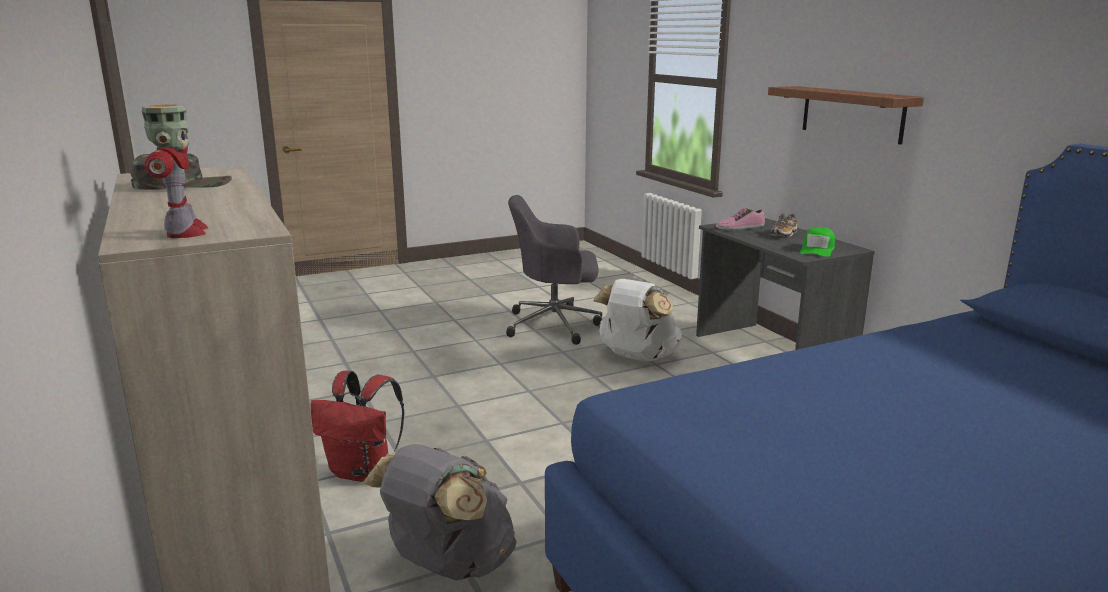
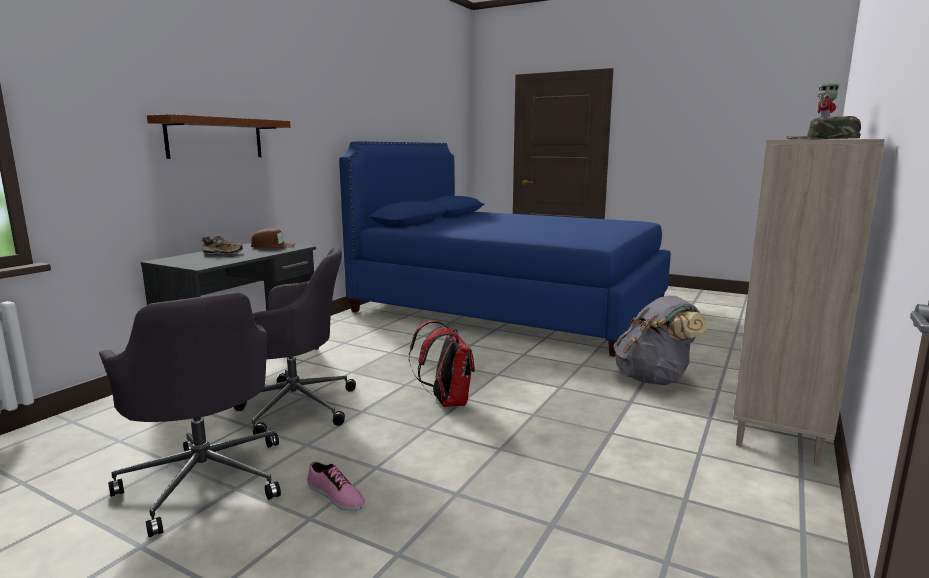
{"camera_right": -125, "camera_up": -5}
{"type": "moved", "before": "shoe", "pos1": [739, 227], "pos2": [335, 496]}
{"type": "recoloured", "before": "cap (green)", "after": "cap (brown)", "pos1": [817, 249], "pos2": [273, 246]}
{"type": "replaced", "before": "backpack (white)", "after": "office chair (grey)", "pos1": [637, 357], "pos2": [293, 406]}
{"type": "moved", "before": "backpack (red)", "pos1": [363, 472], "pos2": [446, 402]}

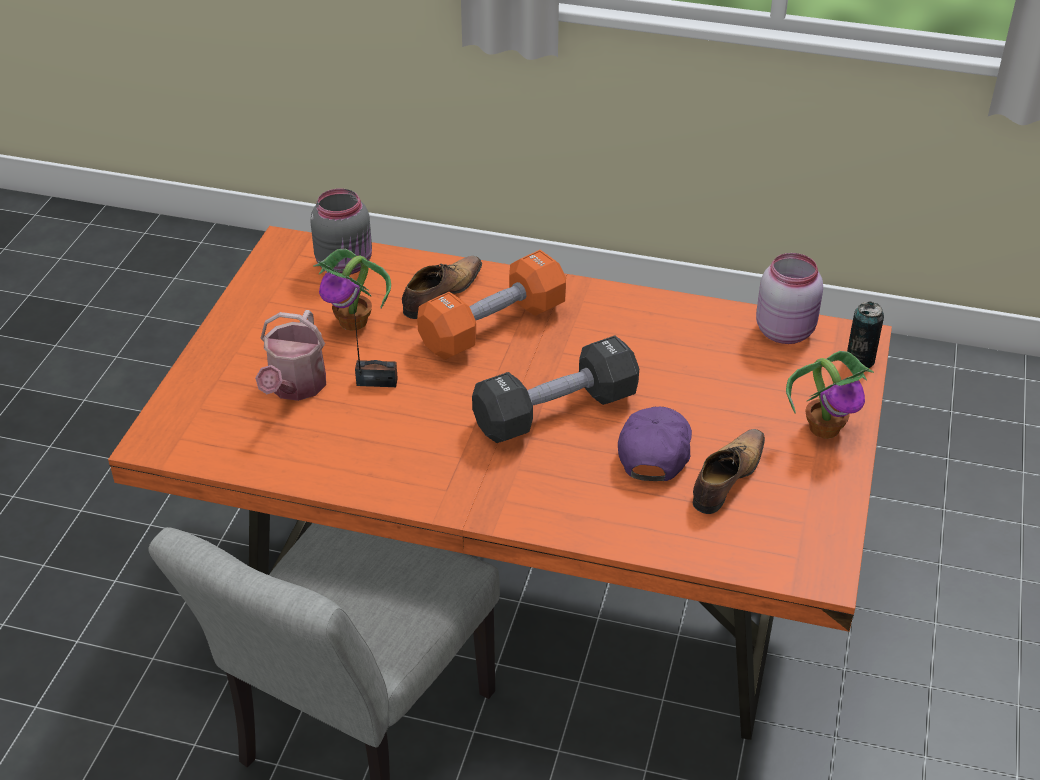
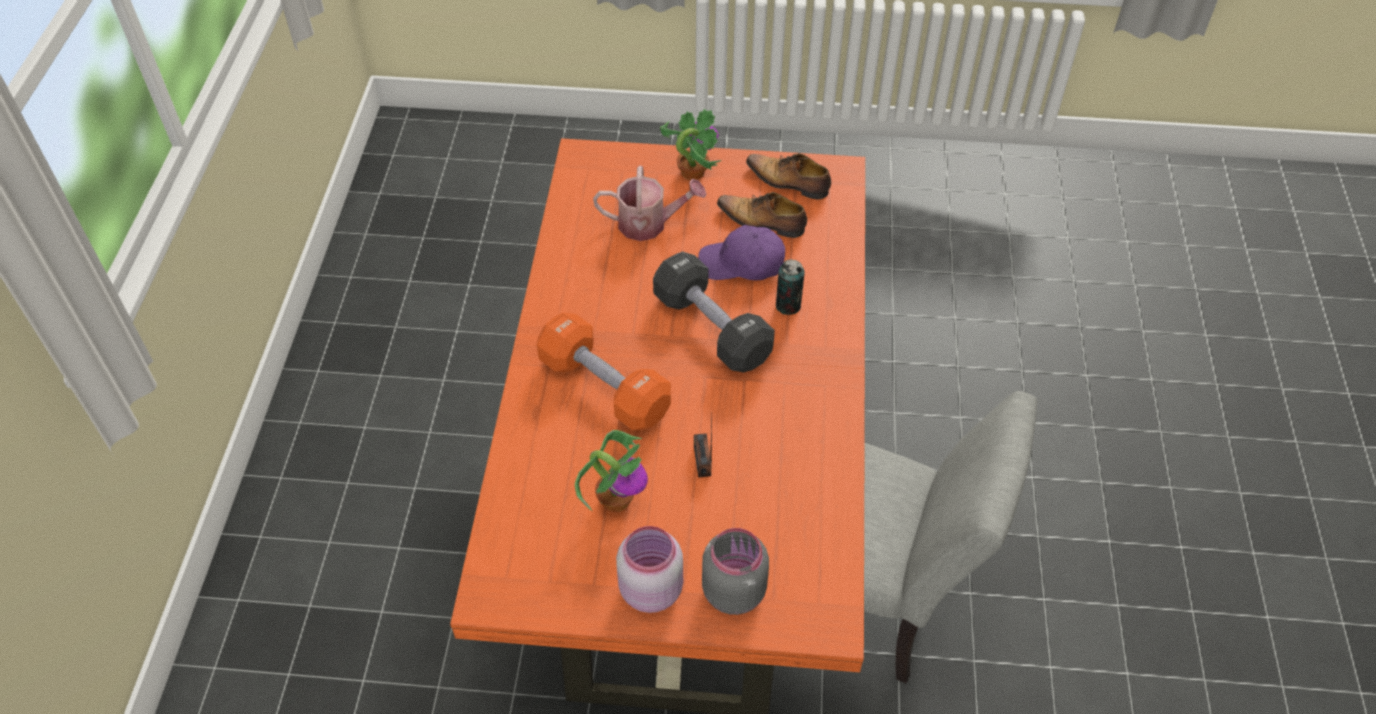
{"camera_right": -100, "camera_up": 10}
{"type": "moved", "before": "jar (grey)", "pos1": [346, 264], "pos2": [733, 590]}
{"type": "moved", "before": "jar (pink)", "pos1": [786, 331], "pos2": [649, 588]}
{"type": "moved", "before": "shoe", "pos1": [440, 294], "pos2": [788, 182]}
{"type": "moved", "before": "can", "pos1": [860, 360], "pos2": [788, 305]}
{"type": "moved", "before": "watering can", "pos1": [295, 387], "pos2": [649, 224]}

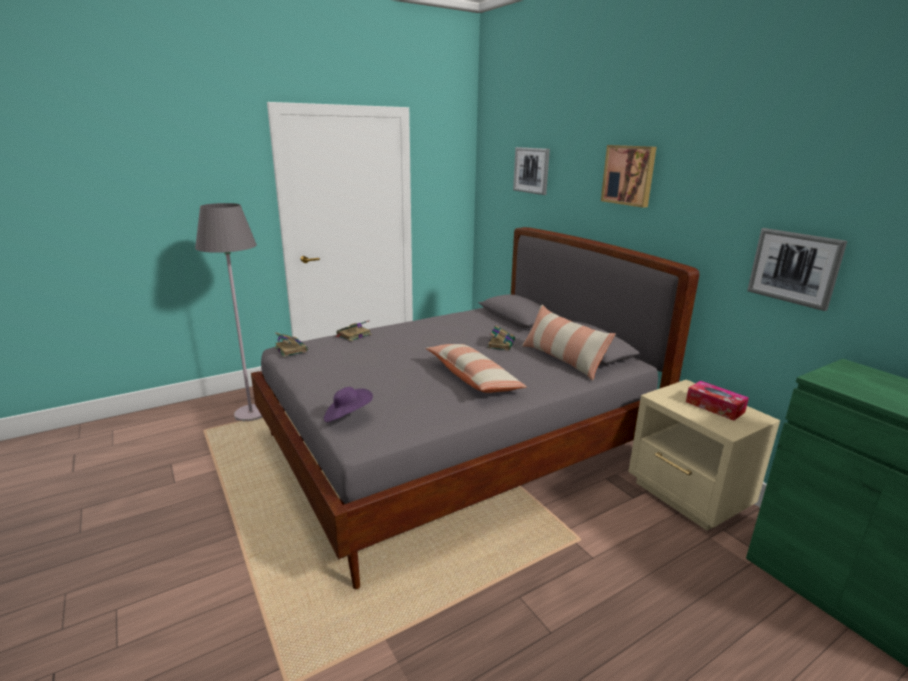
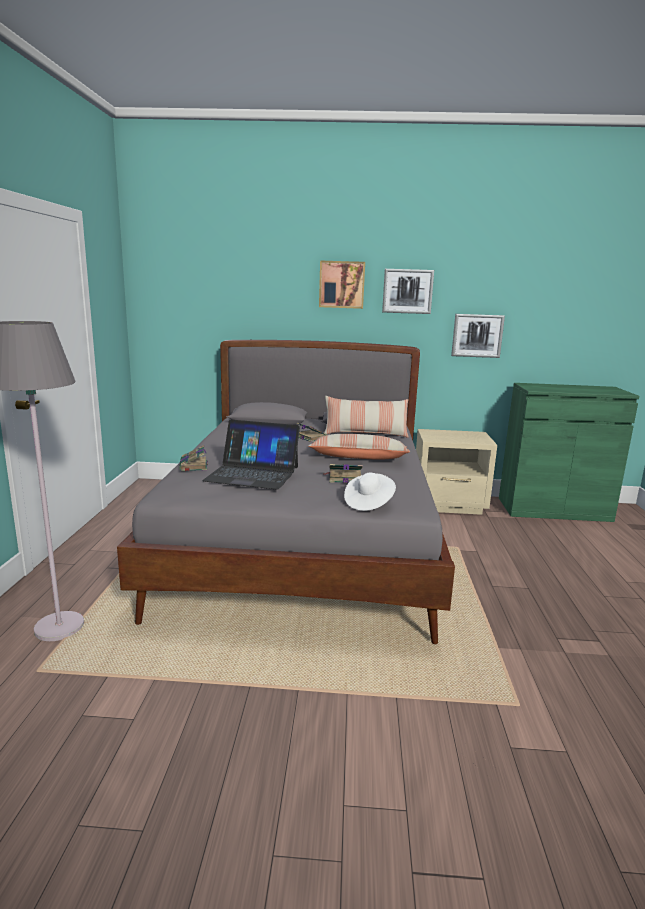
{"camera_right": -55, "camera_up": -5}
{"type": "moved", "before": "picture", "pos1": [531, 170], "pos2": [407, 291]}
{"type": "moved", "before": "book", "pos1": [290, 349], "pos2": [344, 478]}
{"type": "removed", "before": "tissue box", "pos1": [714, 407]}
{"type": "recoloured", "before": "hat (purple)", "after": "hat (white)", "pos1": [347, 416], "pos2": [368, 503]}
{"type": "added", "after": "laptop", "pos2": [252, 474]}

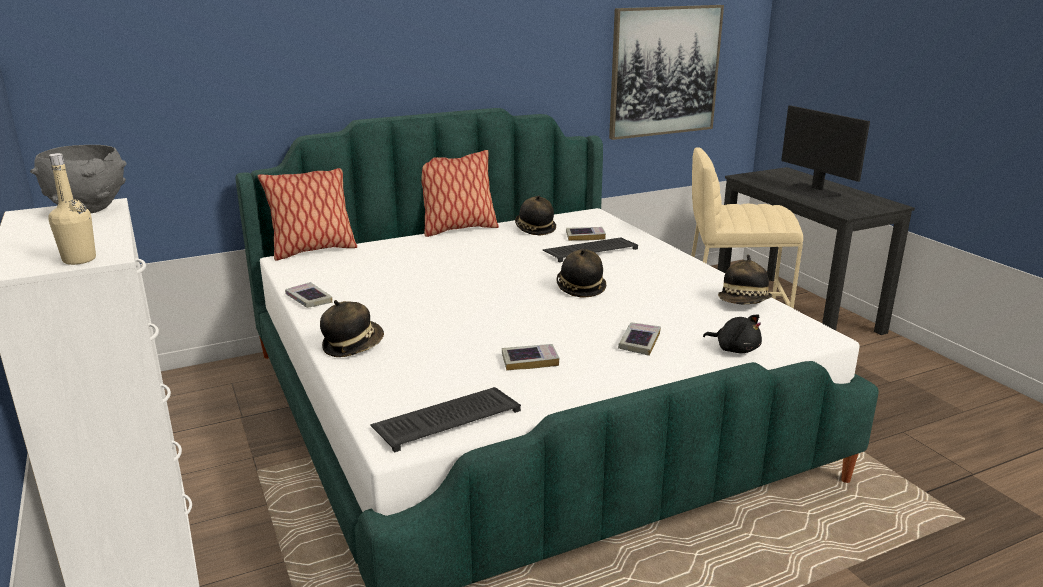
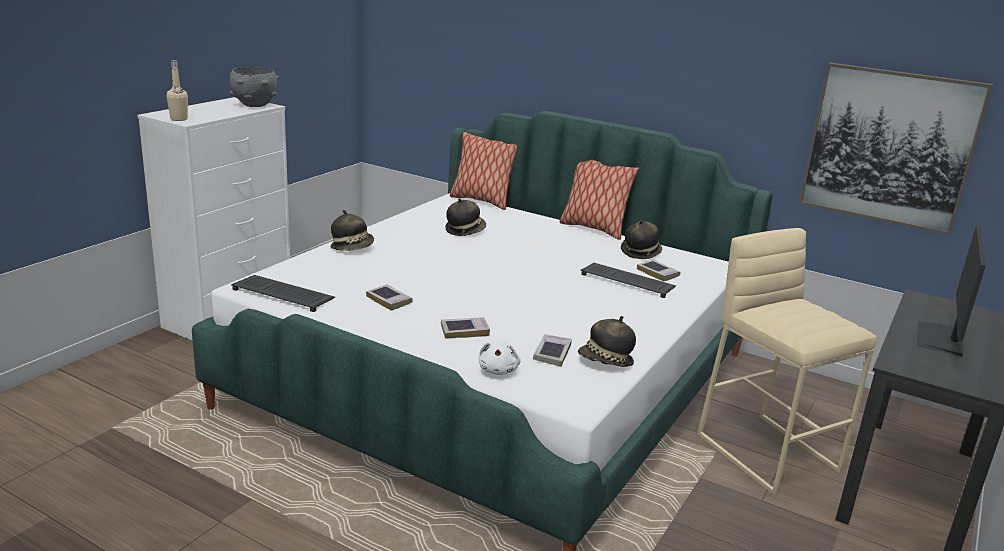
{"camera_right": 55, "camera_up": 0}
{"type": "moved", "before": "hat", "pos1": [580, 288], "pos2": [465, 230]}
{"type": "moved", "before": "book", "pos1": [309, 299], "pos2": [552, 353]}
{"type": "recoloured", "before": "plush toy (black)", "after": "plush toy (white)", "pos1": [735, 349], "pos2": [498, 370]}

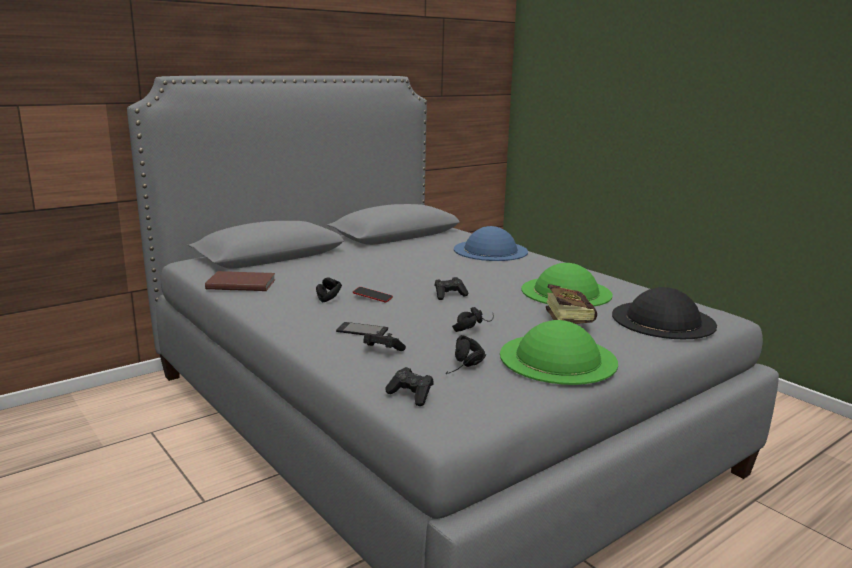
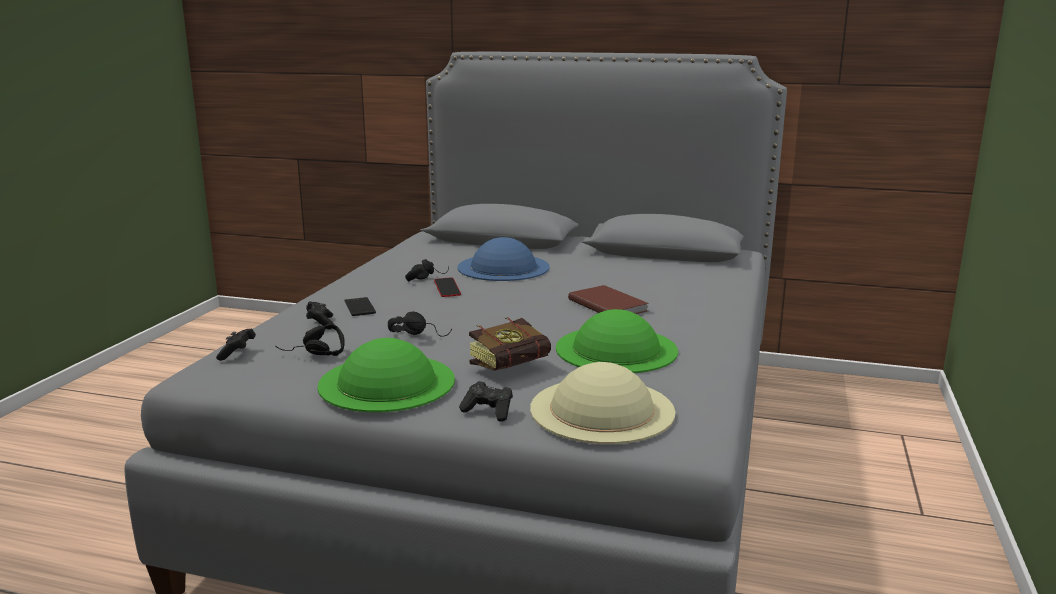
{"camera_right": 55, "camera_up": 0}
{"type": "moved", "before": "hat (blue)", "pos1": [490, 250], "pos2": [503, 267]}
{"type": "moved", "before": "book (brown)", "pos1": [241, 284], "pos2": [608, 305]}
{"type": "moved", "before": "game controller (black)", "pos1": [449, 295], "pos2": [489, 411]}
{"type": "recoloured", "before": "hat (black)", "after": "hat (beige)", "pos1": [663, 319], "pos2": [602, 409]}

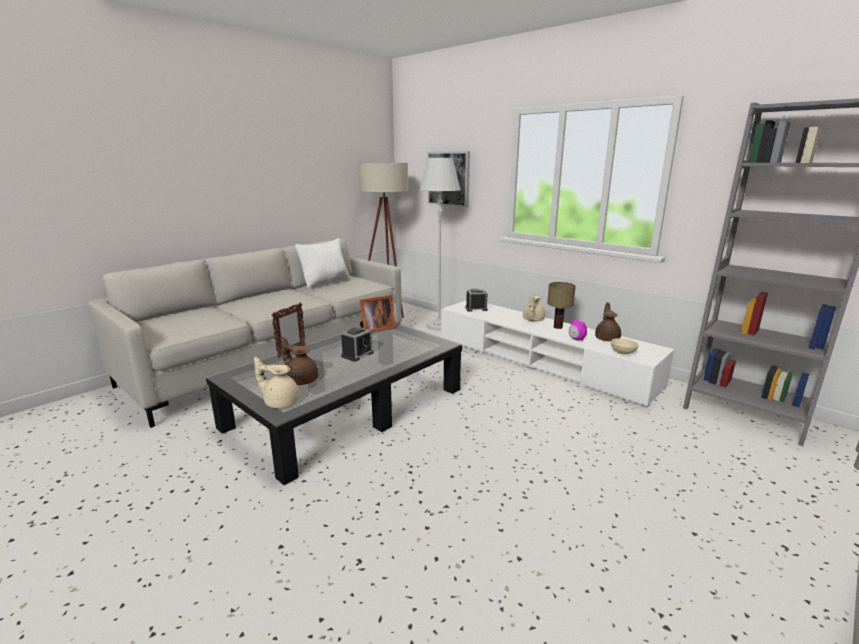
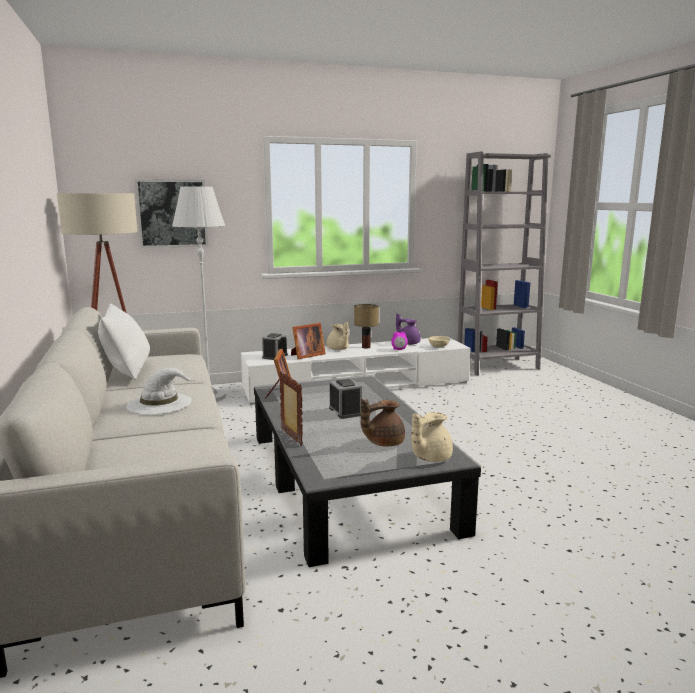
{"camera_right": -60, "camera_up": -5}
{"type": "recoloured", "before": "teapot (brown)", "after": "teapot (purple)", "pos1": [607, 338], "pos2": [408, 343]}
{"type": "added", "after": "picture frame", "pos2": [306, 355]}
{"type": "added", "after": "hat (white)", "pos2": [160, 403]}

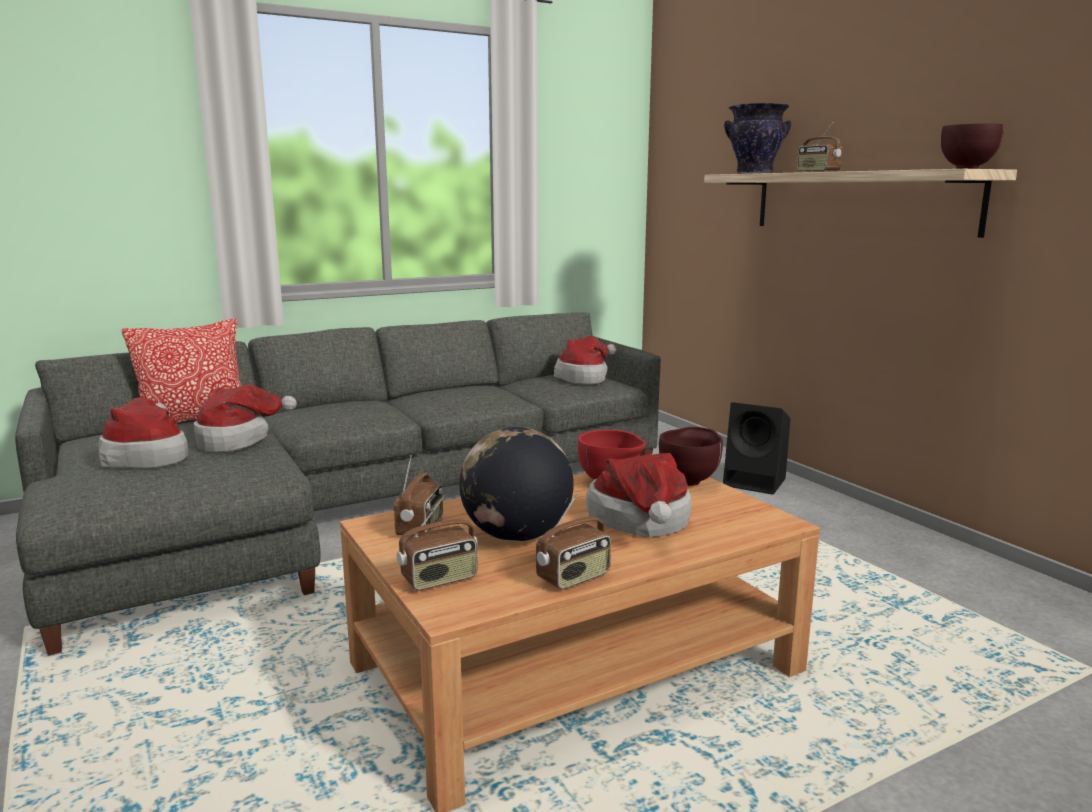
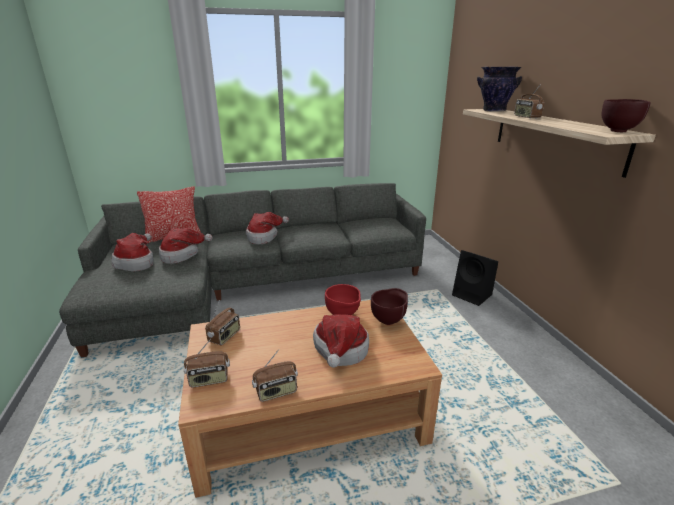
{"camera_right": 15, "camera_up": 10}
{"type": "moved", "before": "hat", "pos1": [585, 377], "pos2": [264, 237]}
{"type": "removed", "before": "globe", "pos1": [516, 536]}

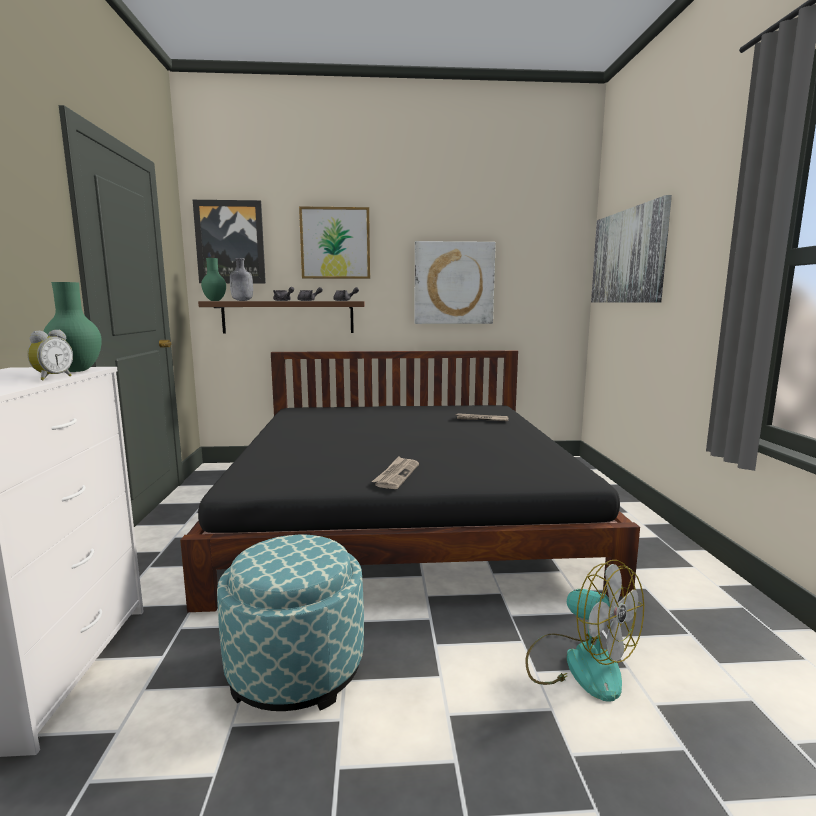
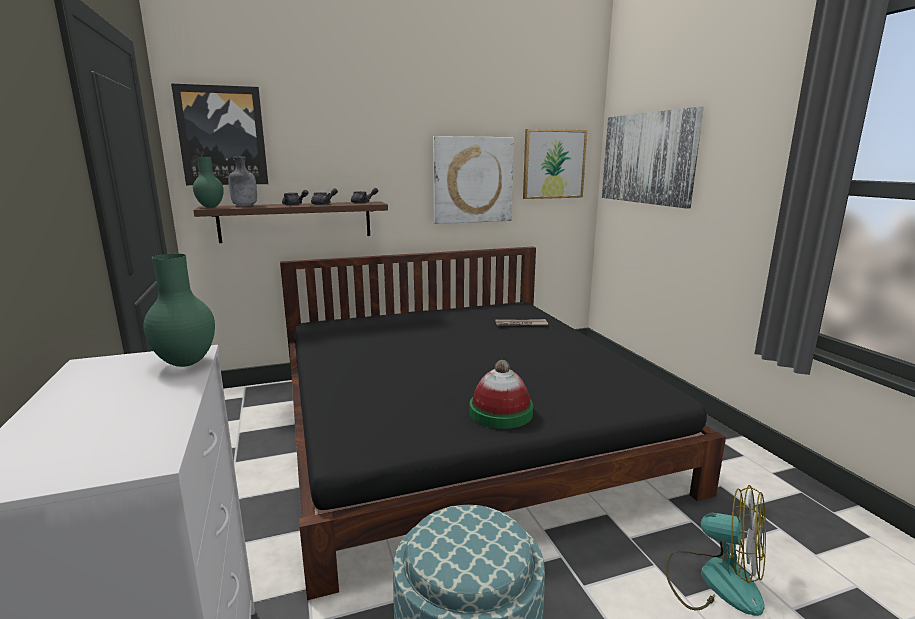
{"camera_right": -15, "camera_up": 5}
{"type": "moved", "before": "picture", "pos1": [335, 243], "pos2": [554, 164]}
{"type": "removed", "before": "alarm clock", "pos1": [52, 378]}
{"type": "replaced", "before": "newspaper", "after": "hat", "pos1": [396, 475], "pos2": [500, 412]}

